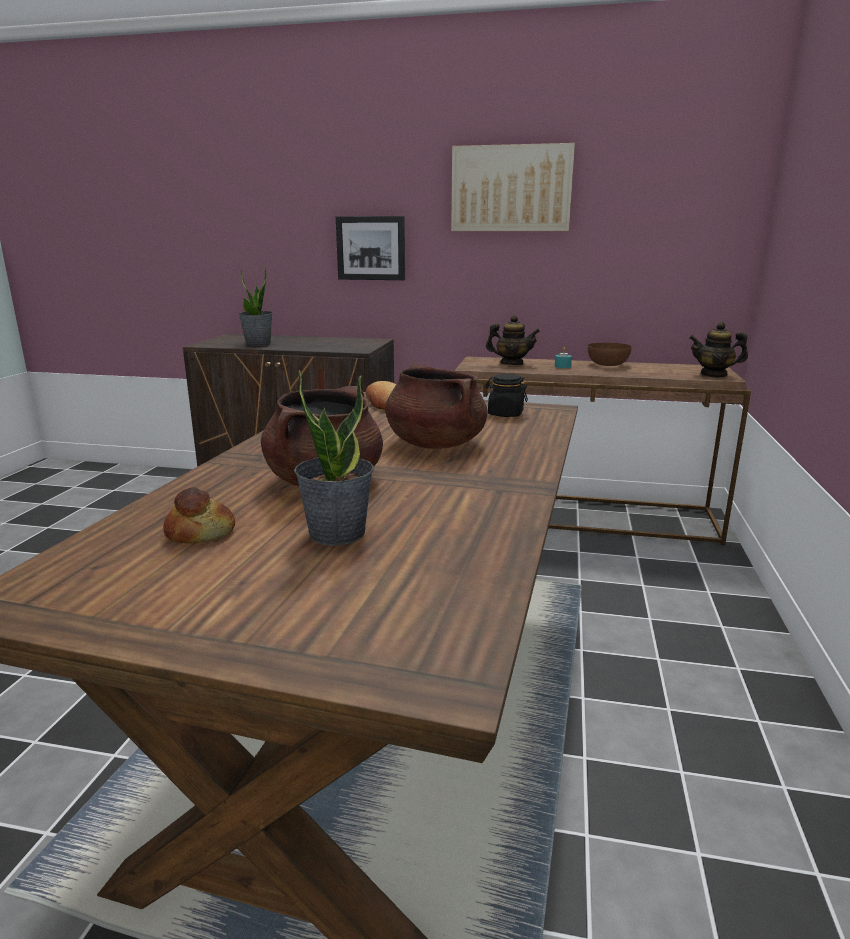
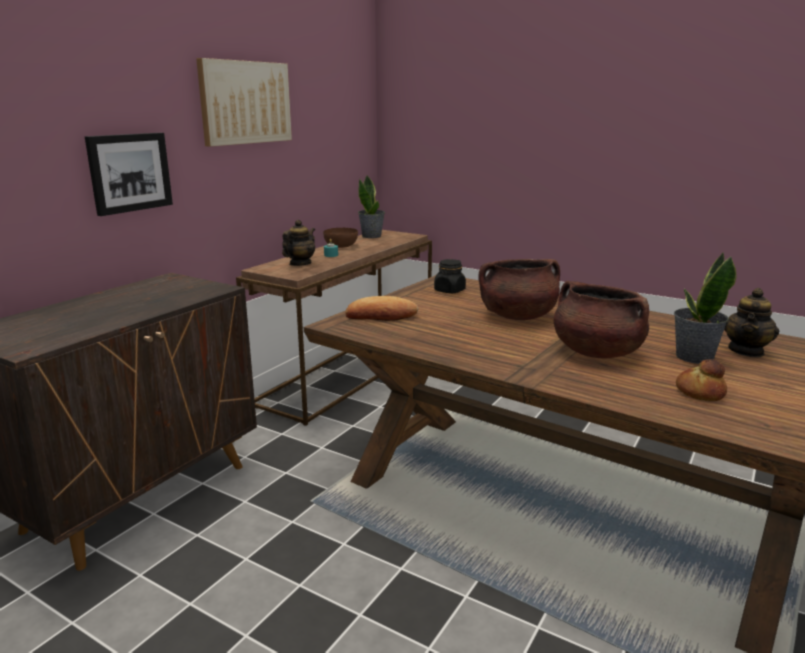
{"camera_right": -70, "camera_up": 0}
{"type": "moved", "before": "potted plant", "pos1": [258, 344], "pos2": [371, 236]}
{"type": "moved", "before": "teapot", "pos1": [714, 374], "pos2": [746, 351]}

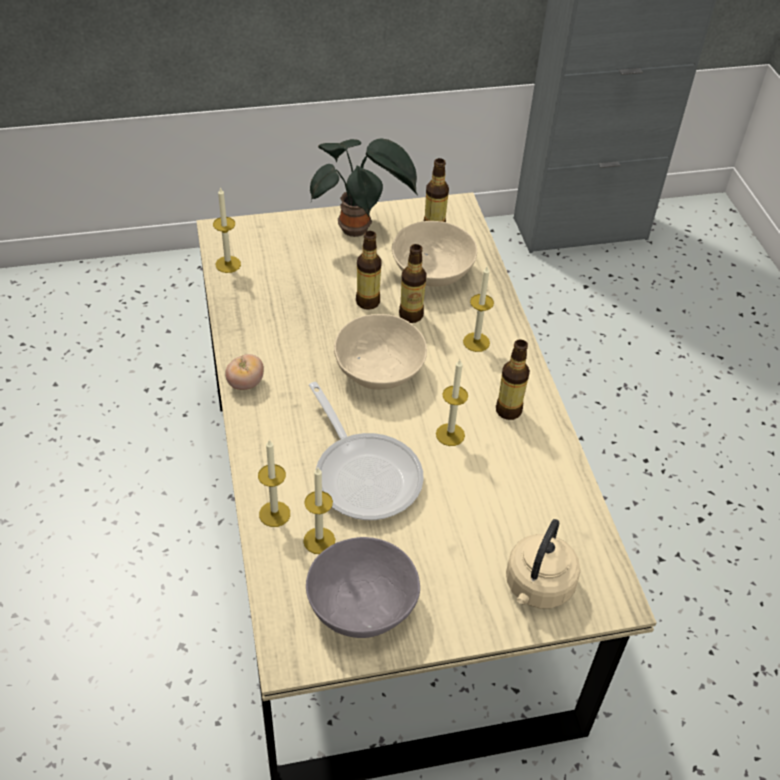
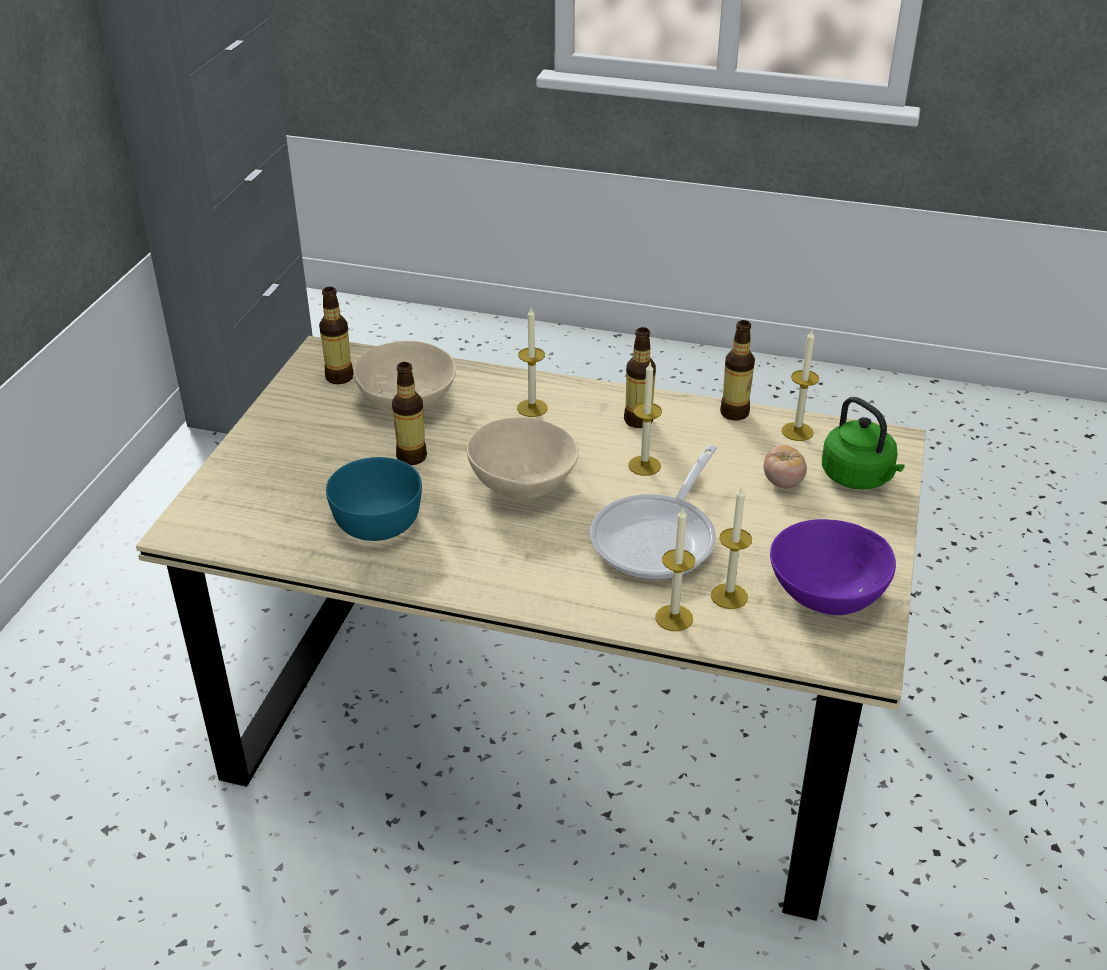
{"camera_right": -60, "camera_up": -10}
{"type": "removed", "before": "potted plant", "pos1": [358, 229]}
{"type": "moved", "before": "candle", "pos1": [228, 264], "pos2": [797, 431]}
{"type": "moved", "before": "bottle", "pos1": [411, 315], "pos2": [734, 413]}
{"type": "moved", "before": "tomato", "pos1": [245, 383], "pos2": [783, 482]}
{"type": "turned", "before": "frying pan", "pos1": [364, 474], "pos2": [659, 537], "turn": 120}
{"type": "recoloured", "before": "kettle (beige)", "after": "kettle (green)", "pos1": [537, 587], "pos2": [859, 478]}
{"type": "recoloured", "before": "bowl (grey)", "after": "bowl (purple)", "pos1": [361, 605], "pos2": [826, 592]}
{"type": "added", "after": "bowl (turquoise)", "pos2": [379, 522]}

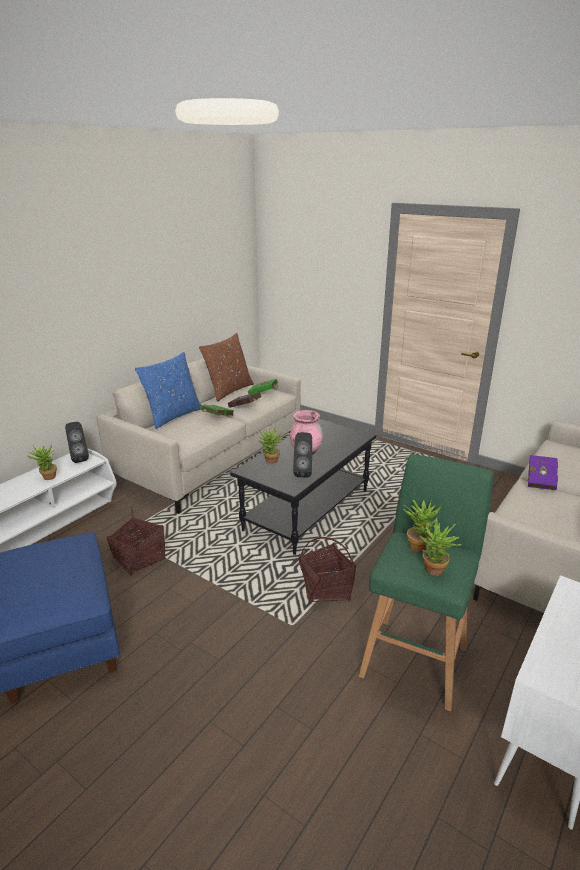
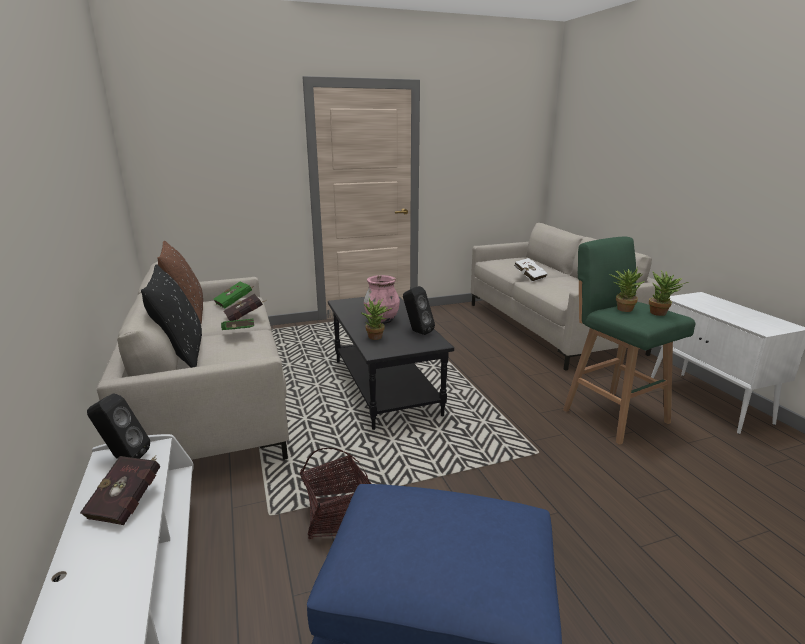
{"camera_right": -55, "camera_up": -5}
{"type": "recoloured", "before": "pillow (blue)", "after": "pillow (black)", "pos1": [173, 416], "pos2": [181, 354]}
{"type": "replaced", "before": "potted plant", "after": "book (red)", "pos1": [47, 478], "pos2": [129, 502]}
{"type": "recoloured", "before": "book (purple)", "after": "book (white)", "pos1": [541, 480], "pos2": [529, 277]}
{"type": "removed", "before": "basket", "pos1": [326, 589]}

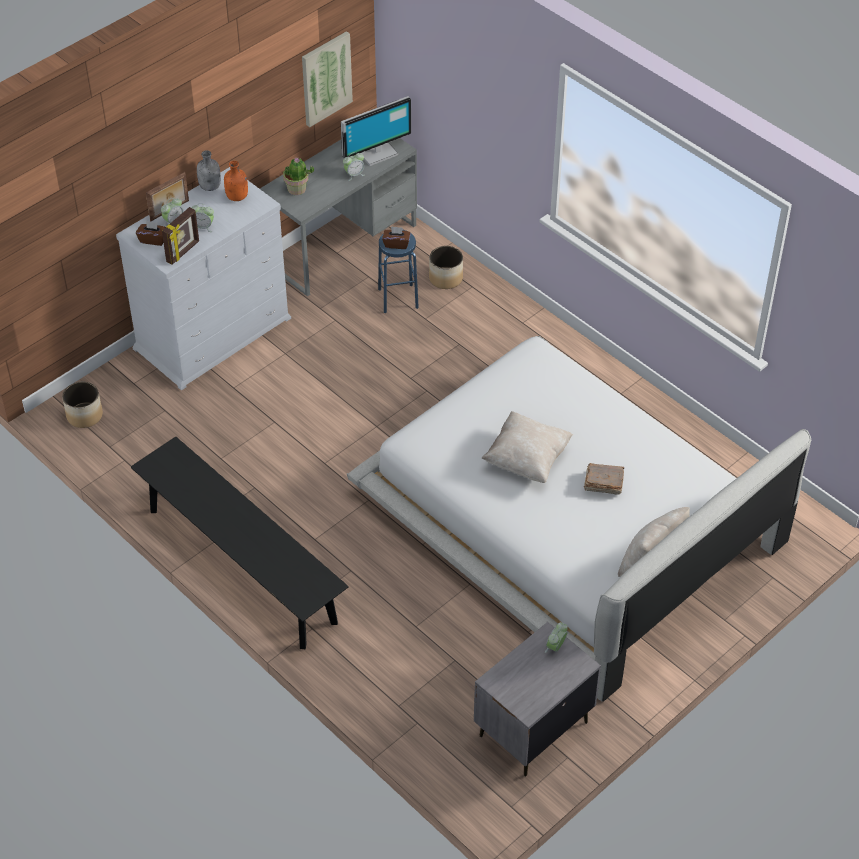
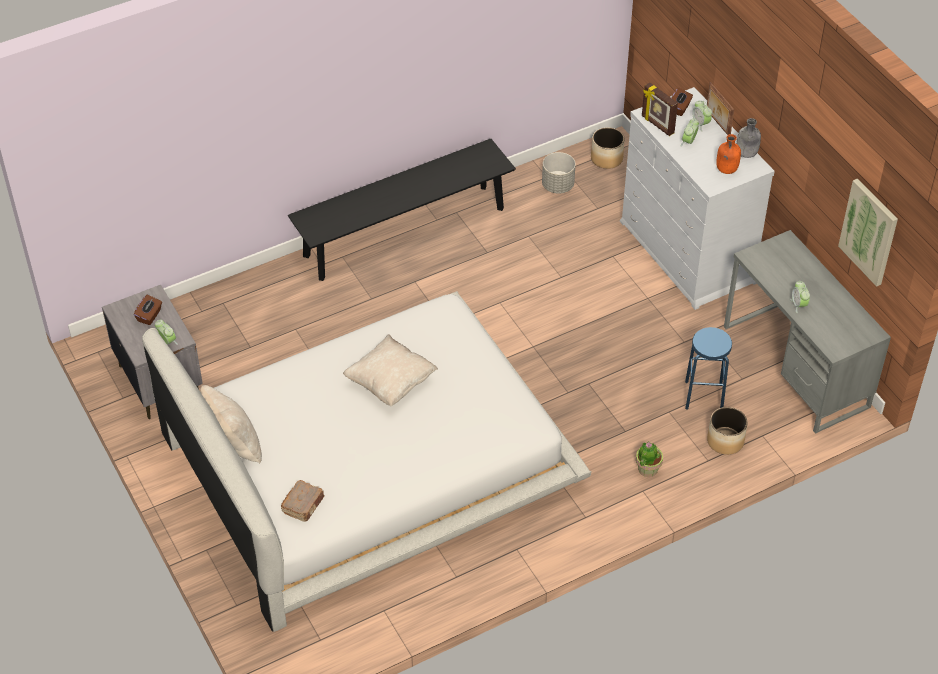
{"camera_right": 105, "camera_up": 0}
{"type": "removed", "before": "monitor", "pos1": [377, 152]}
{"type": "moved", "before": "potted plant", "pos1": [297, 189], "pos2": [647, 469]}
{"type": "moved", "before": "tissue box (brown)", "pos1": [396, 244], "pos2": [149, 316]}
{"type": "moved", "before": "book (brown)", "pos1": [603, 484], "pos2": [303, 505]}
{"type": "added", "after": "planter (grey)", "pos2": [558, 185]}

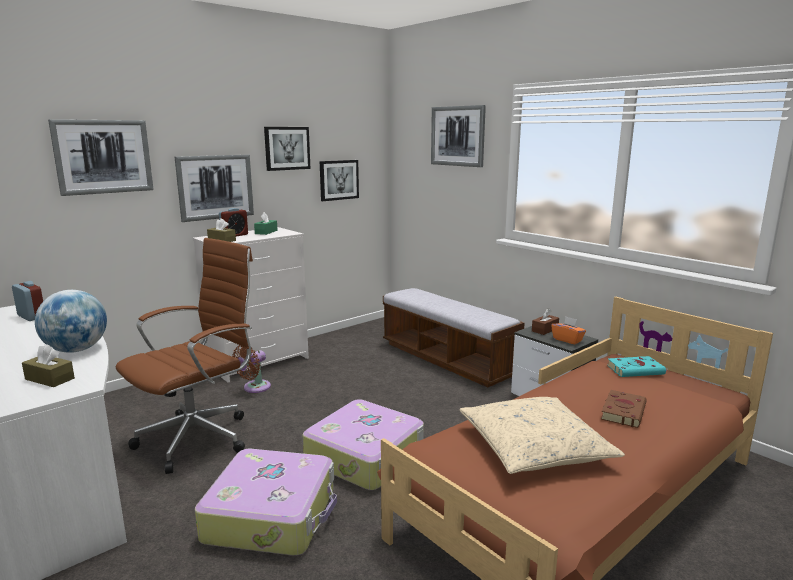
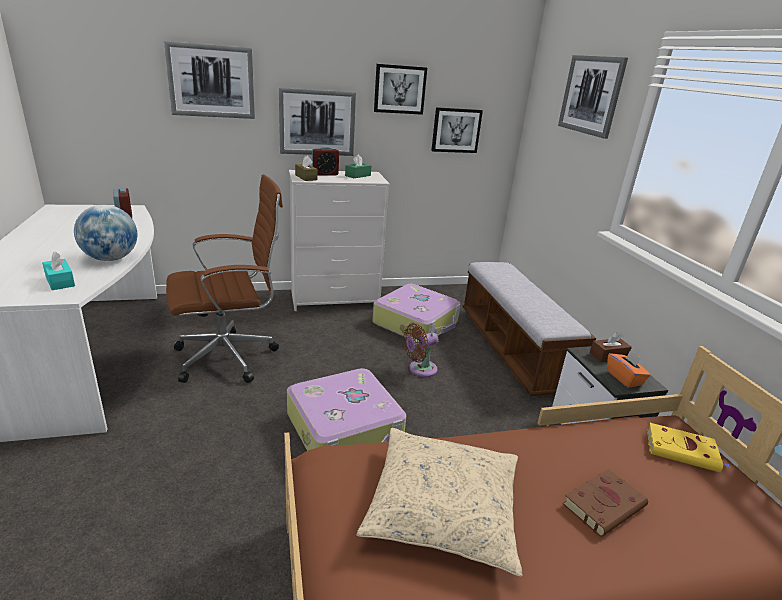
{"camera_right": 25, "camera_up": 10}
{"type": "recoloured", "before": "tissue box (brown)", "after": "tissue box (turquoise)", "pos1": [50, 379], "pos2": [60, 281]}
{"type": "moved", "before": "fan (brown)", "pos1": [254, 388], "pos2": [420, 369]}
{"type": "recoloured", "before": "book (turquoise)", "after": "book (yellow)", "pos1": [636, 370], "pos2": [683, 451]}
{"type": "moved", "before": "suitcase", "pos1": [272, 514], "pos2": [416, 323]}

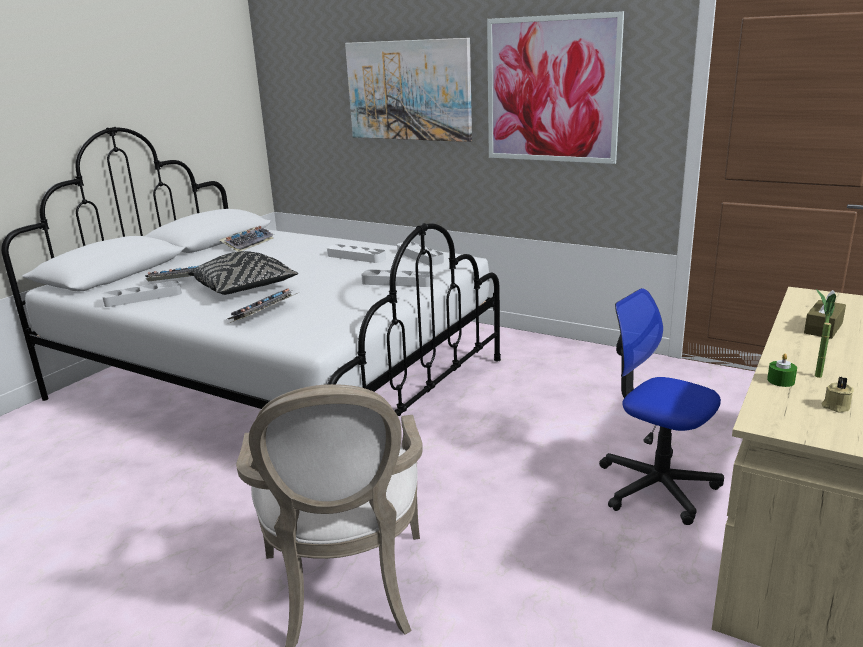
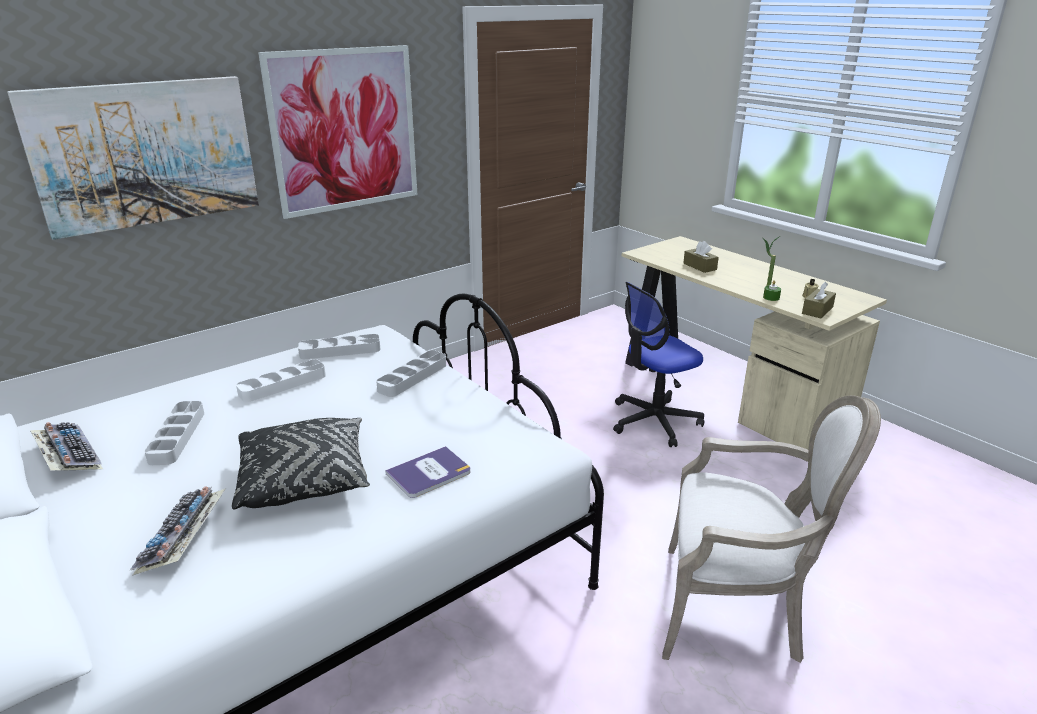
{"camera_right": -70, "camera_up": 5}
{"type": "moved", "before": "tray (grey)", "pos1": [143, 298], "pos2": [177, 436]}
{"type": "replaced", "before": "keyboard", "after": "book", "pos1": [264, 314], "pos2": [429, 473]}
{"type": "added", "after": "tissue box (brown)", "pos2": [817, 310]}

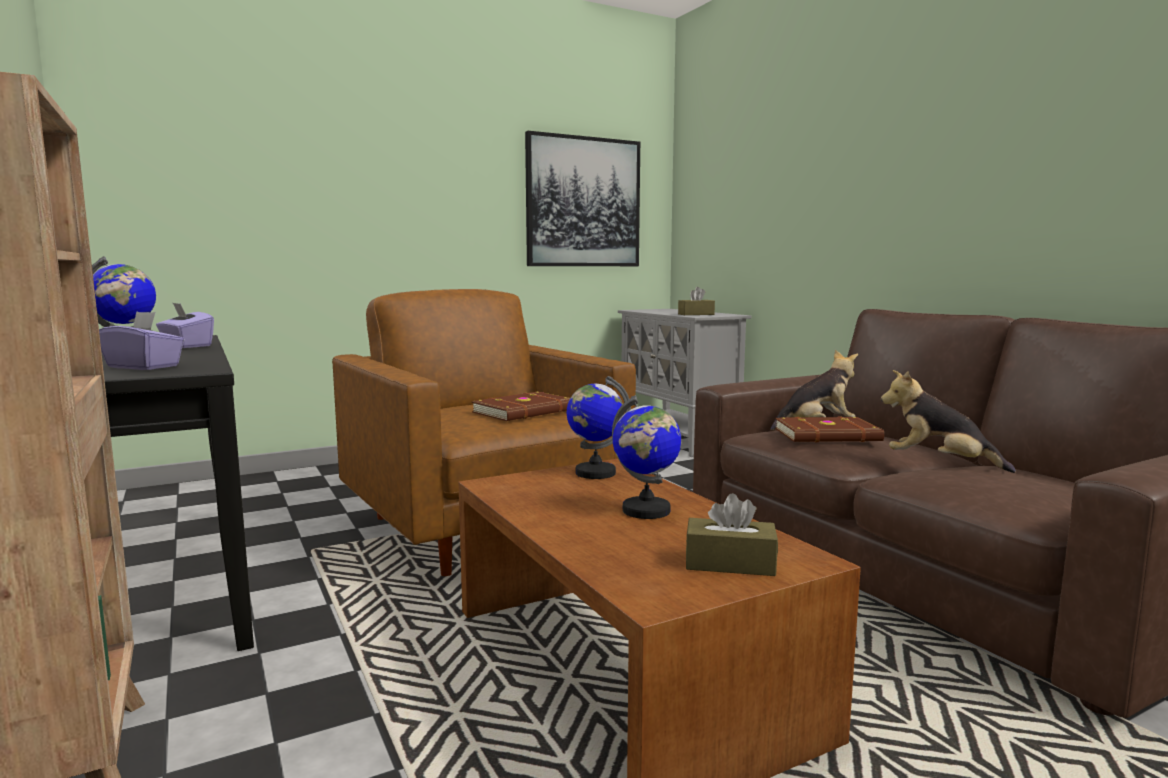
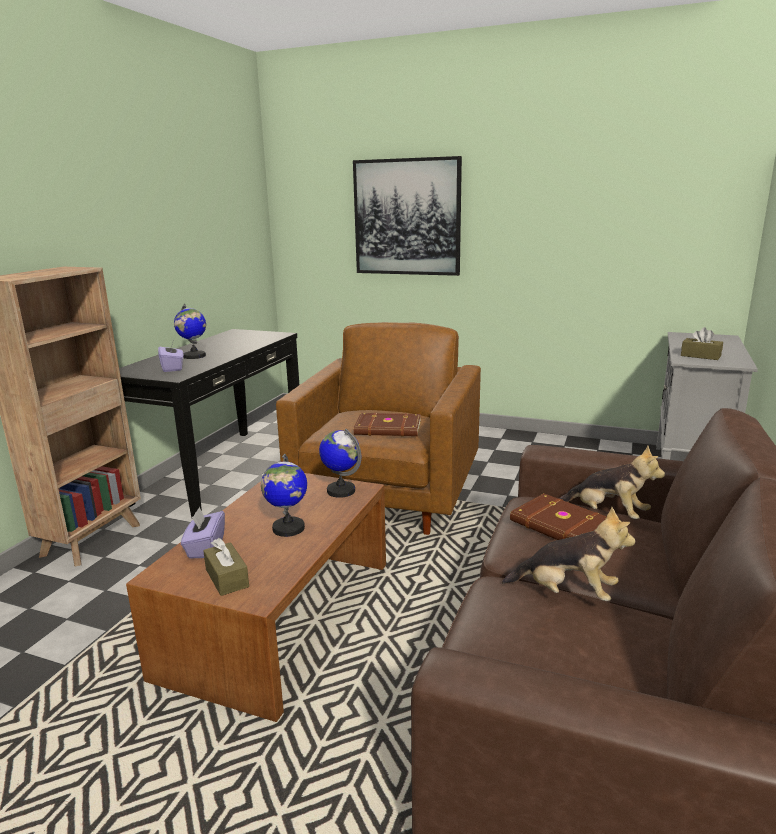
{"camera_right": 50, "camera_up": 10}
{"type": "moved", "before": "picture", "pos1": [583, 202], "pos2": [407, 217]}
{"type": "moved", "before": "tissue box (purple)", "pos1": [186, 346], "pos2": [205, 547]}
{"type": "turned", "before": "plush toy", "pos1": [939, 464], "pos2": [567, 593], "turn": 120}

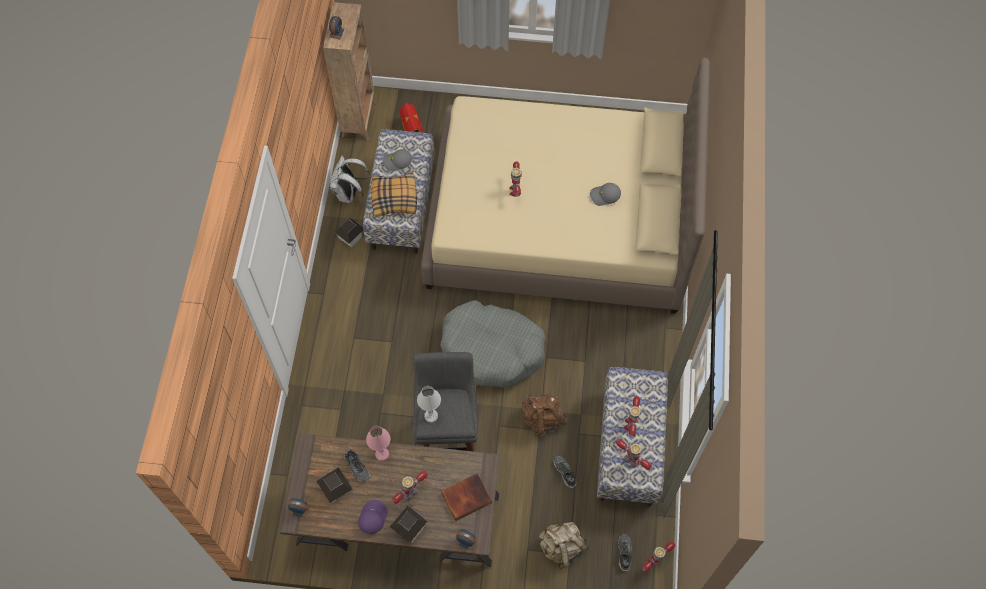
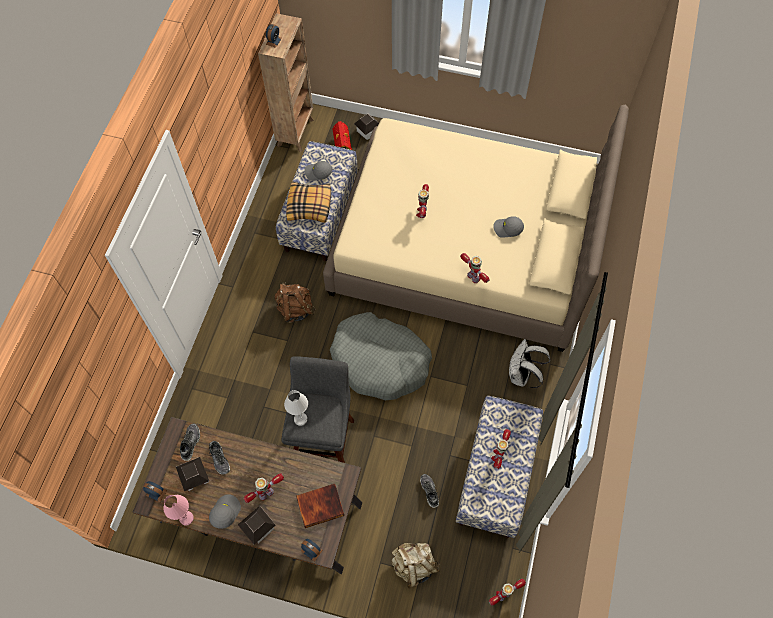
{"camera_right": 10, "camera_up": 0}
{"type": "moved", "before": "backpack (white)", "pos1": [349, 194], "pos2": [521, 375]}
{"type": "moved", "before": "toy house", "pos1": [350, 236], "pos2": [367, 131]}
{"type": "moved", "before": "backpack (brown)", "pos1": [542, 420], "pos2": [295, 309]}
{"type": "moved", "before": "table lamp (pink)", "pos1": [382, 454], "pos2": [186, 518]}
{"type": "moved", "before": "toy robot", "pos1": [632, 461], "pos2": [473, 277]}
{"type": "recoloured", "before": "cap (purple)", "after": "cap (grey)", "pos1": [372, 517], "pos2": [224, 512]}
{"type": "moved", "before": "shoe", "pos1": [624, 553], "pos2": [190, 443]}

